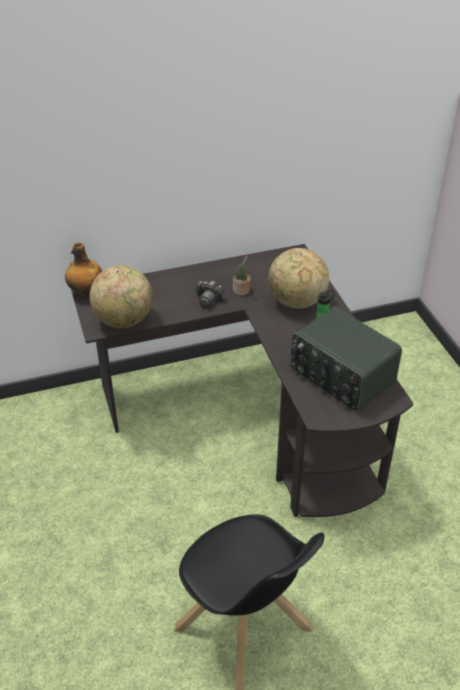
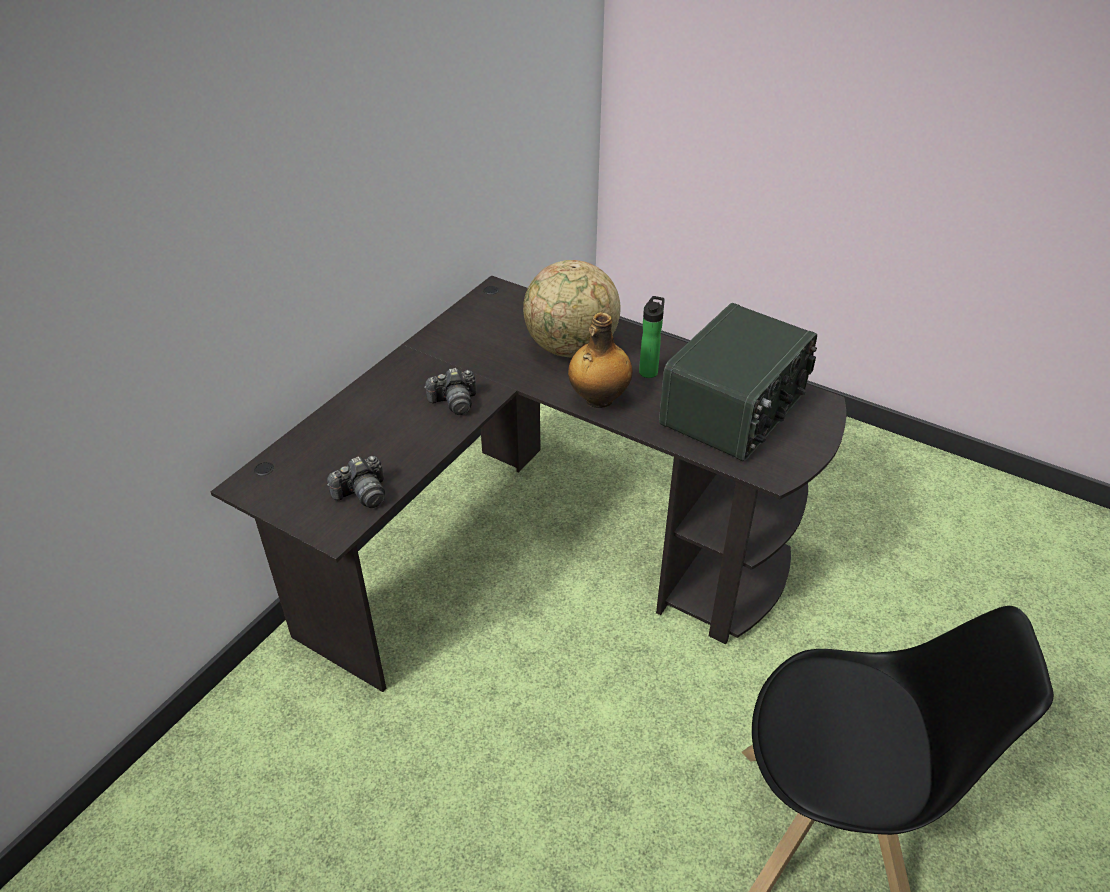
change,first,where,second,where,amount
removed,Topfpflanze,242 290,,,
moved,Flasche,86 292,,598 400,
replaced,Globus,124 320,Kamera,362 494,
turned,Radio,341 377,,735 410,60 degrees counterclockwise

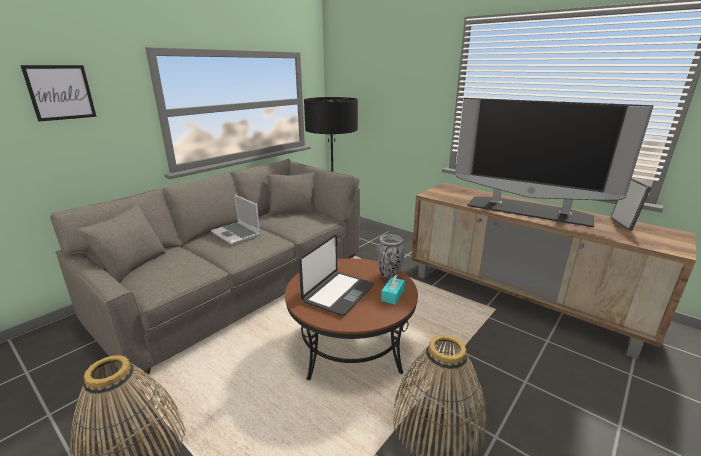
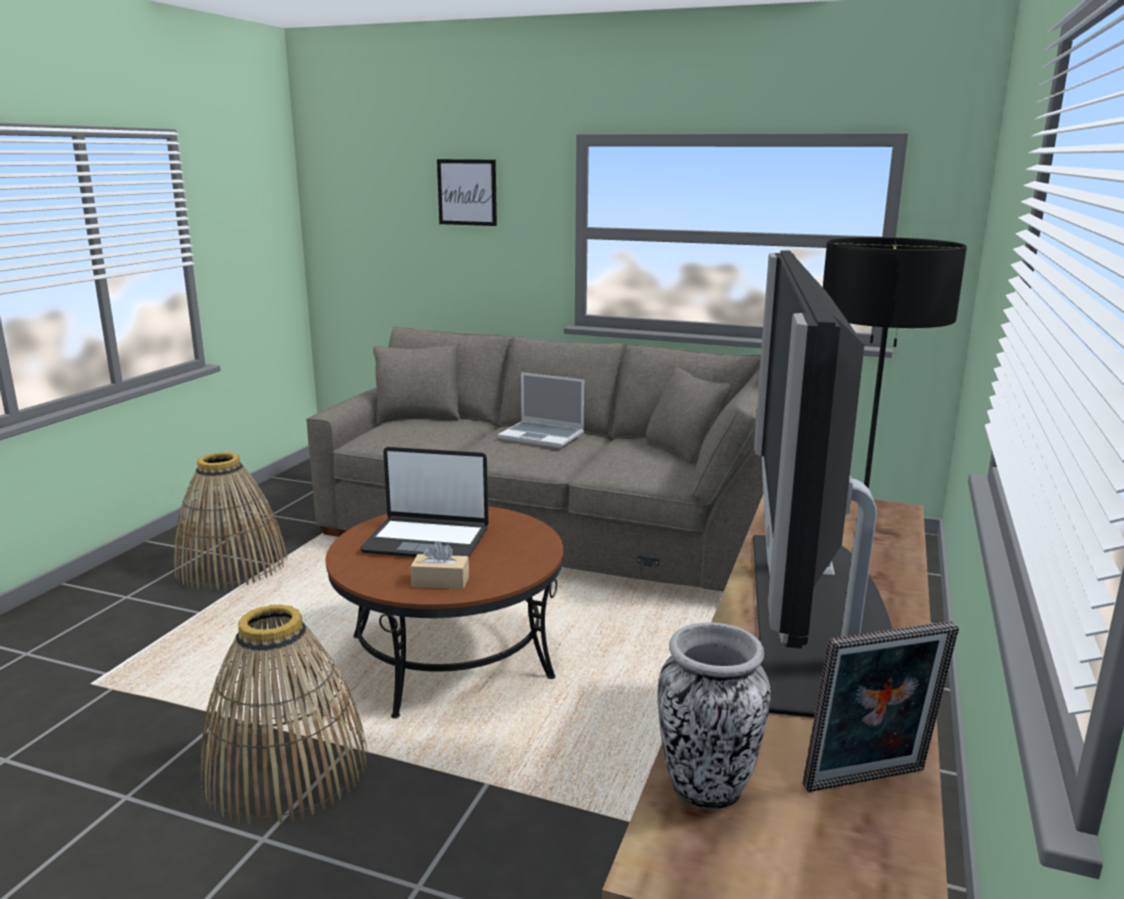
change,first,where,second,where,amount
moved,Vase,389 276,,706 789,
recoloured,Taschentuchbox [türkis],393 295,Taschentuchbox [beige],440 581,
turned,Laptop,237 234,,543 436,90 degrees counterclockwise

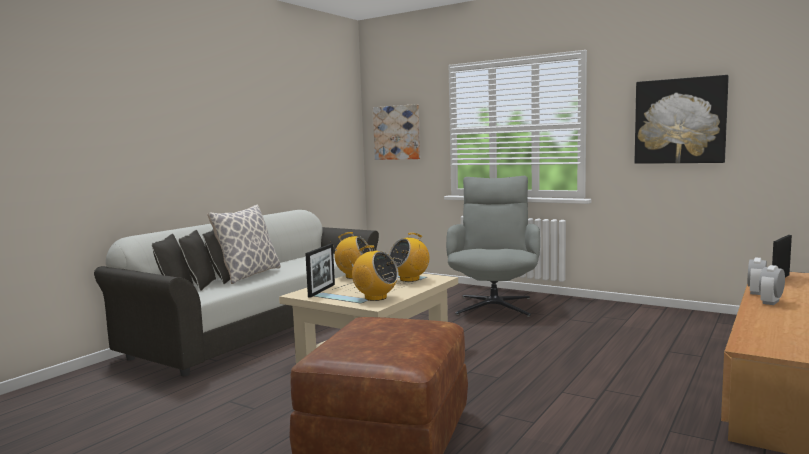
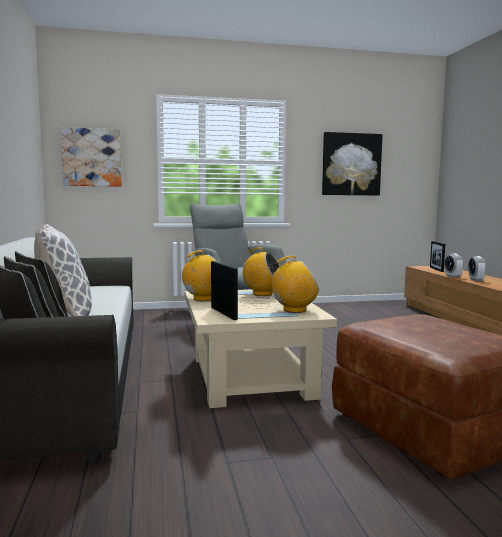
change,first,where,second,where,amount
turned,Radio,410 279,,262 294,75 degrees counterclockwise

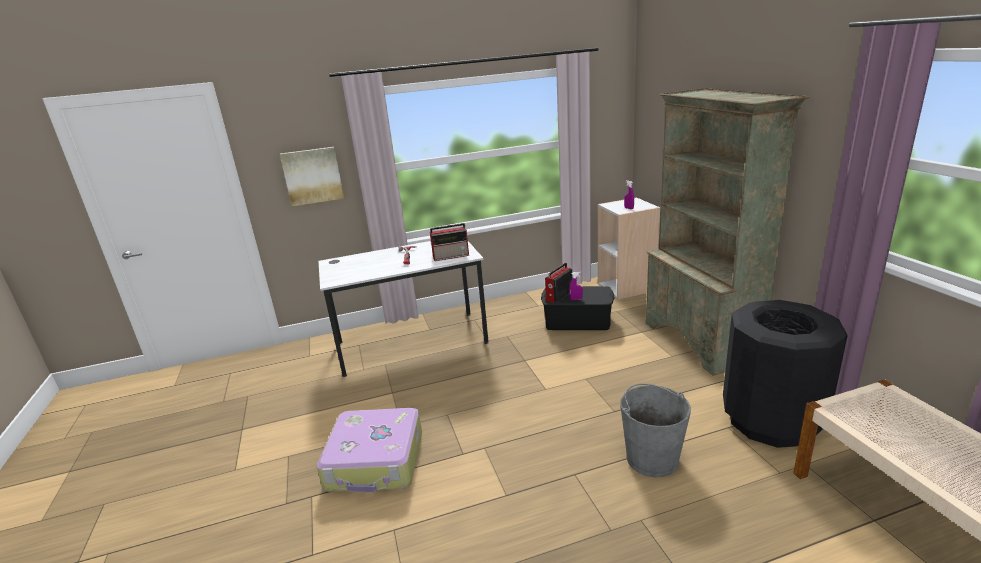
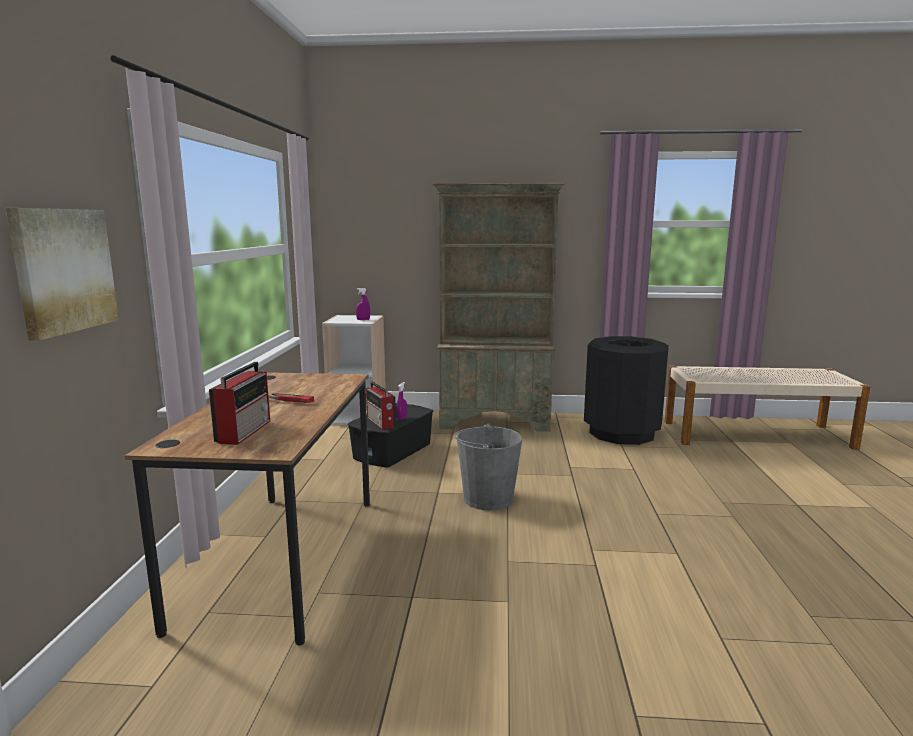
change,first,where,second,where,amount
removed,Koffer,376 461,,,
moved,Radio,452 256,,245 431,
moved,Eimer [grau],652 458,,488 498,
recoloured,Schreibtisch [weiß],411 342,Schreibtisch [braun],283 557,

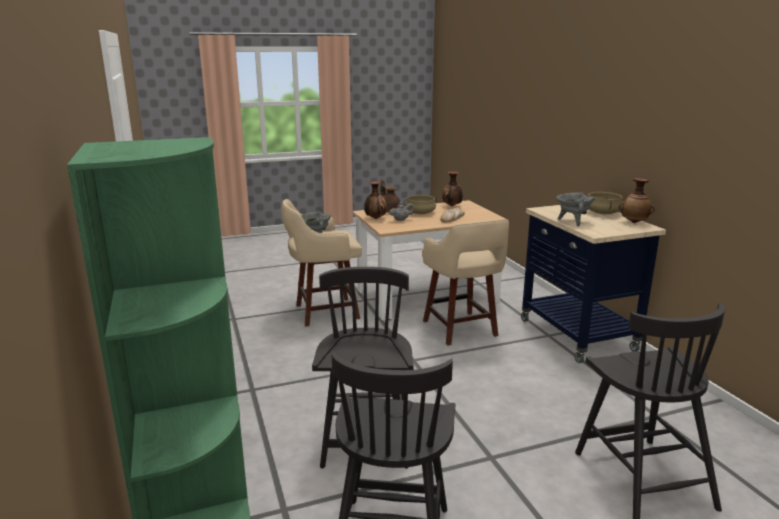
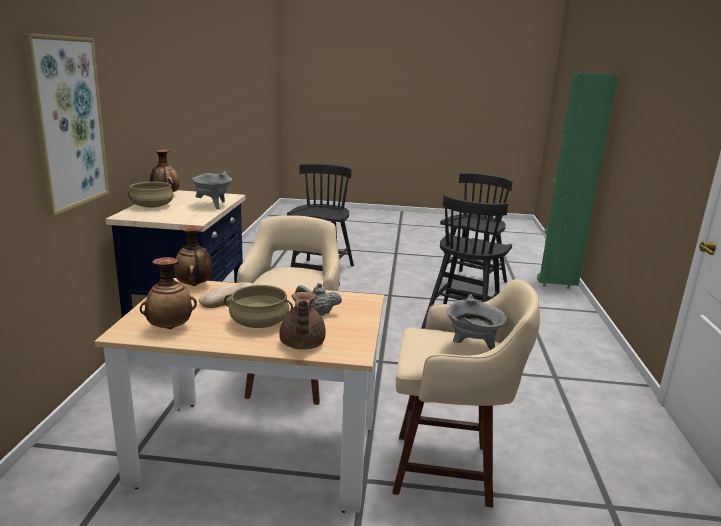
change,first,where,second,where,amount
added,,,Bild,67 123,
moved,Vase,375 218,,195 285,

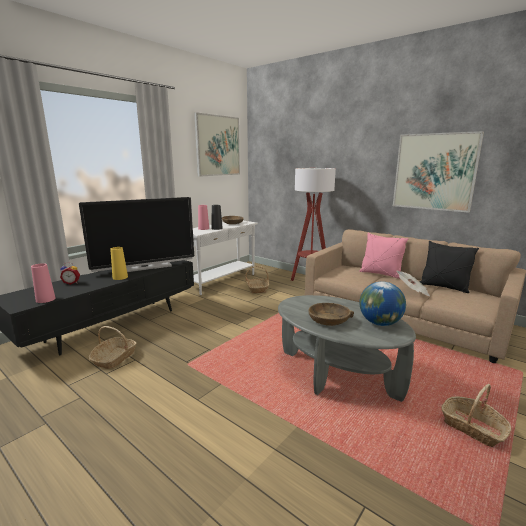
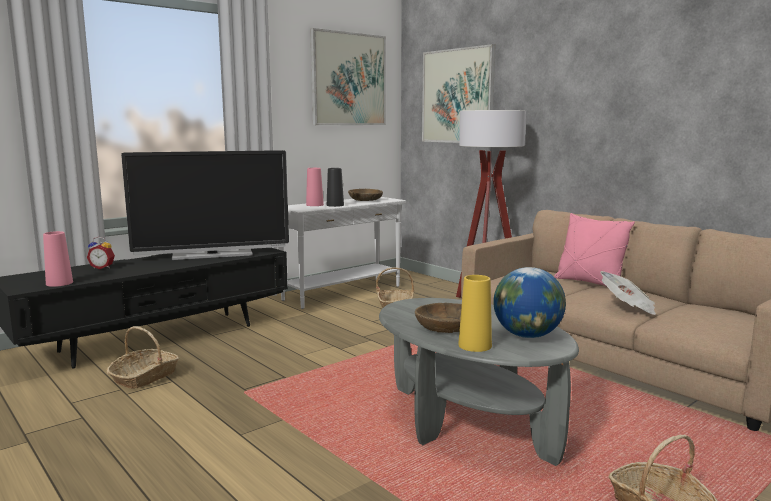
change,first,where,second,where,amount
removed,Kissen [schwarz],443 287,,,
moved,Vase [gelb],120 277,,475 345,
moved,Bild,434 172,,457 96,

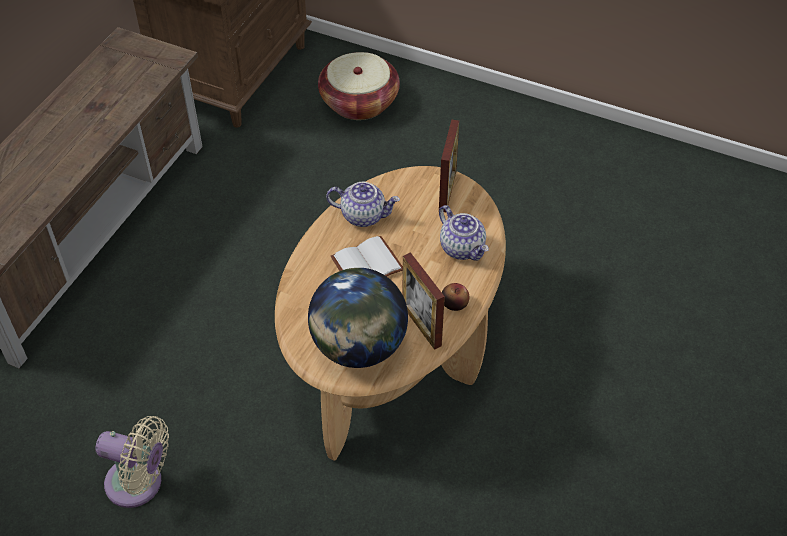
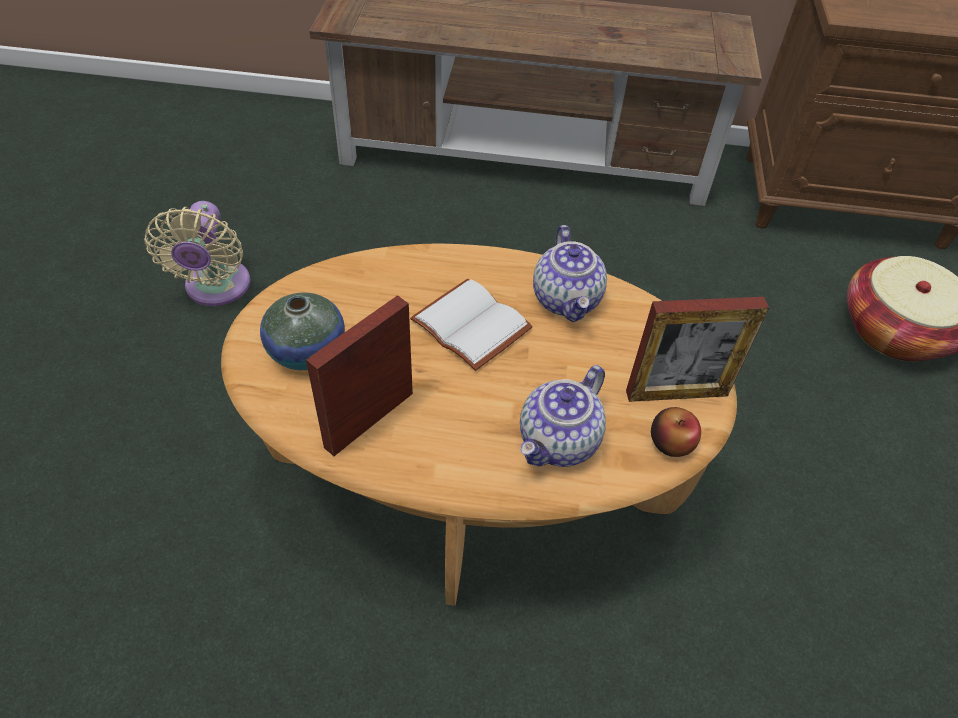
change,first,where,second,where,amount
moved,Apfel,454 303,,671 442,
replaced,Globus,358 347,Vase,307 351,

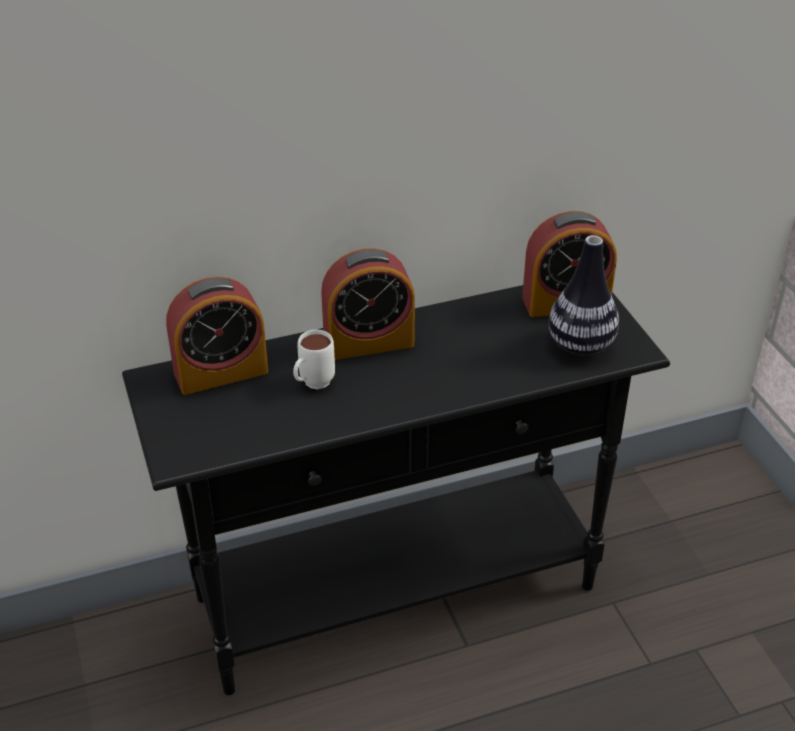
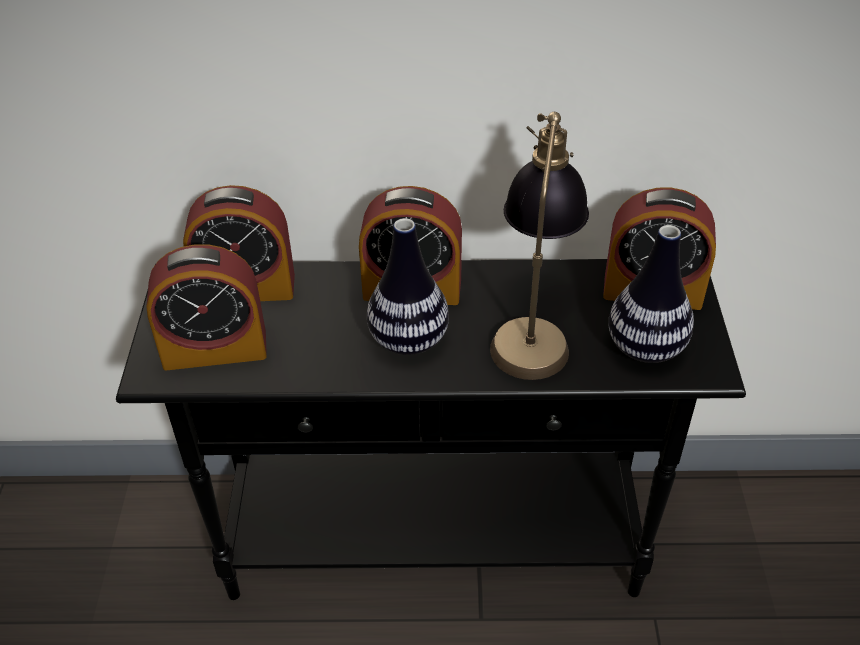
change,first,where,second,where,amount
removed,Henkelbecher [weiß],312 385,,,
added,,,Wecker,215 349,
added,,,Vase,408 340,
added,,,Tischlampe,533 325,

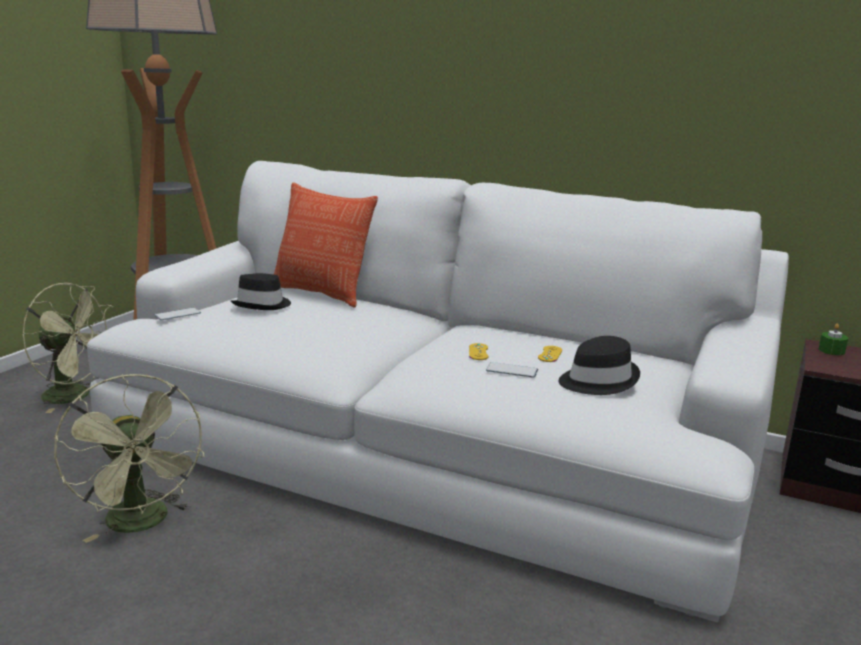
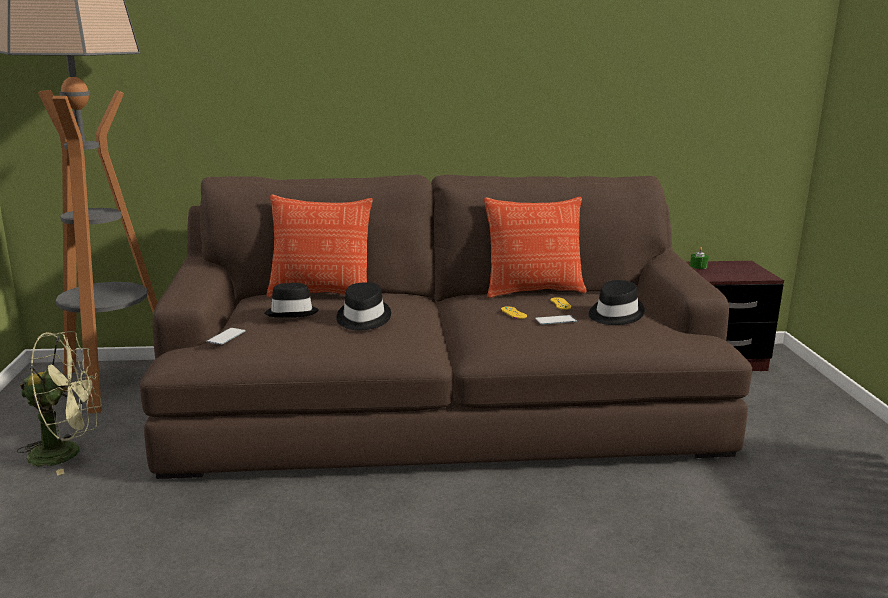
change,first,where,second,where,amount
removed,Ventilator [grün],142 524,,,
added,,,Hut [schwarz],362 318,
added,,,Kissen [orange],533 291,
recoloured,Sofa [weiß],426 447,Sofa [braun],442 406,

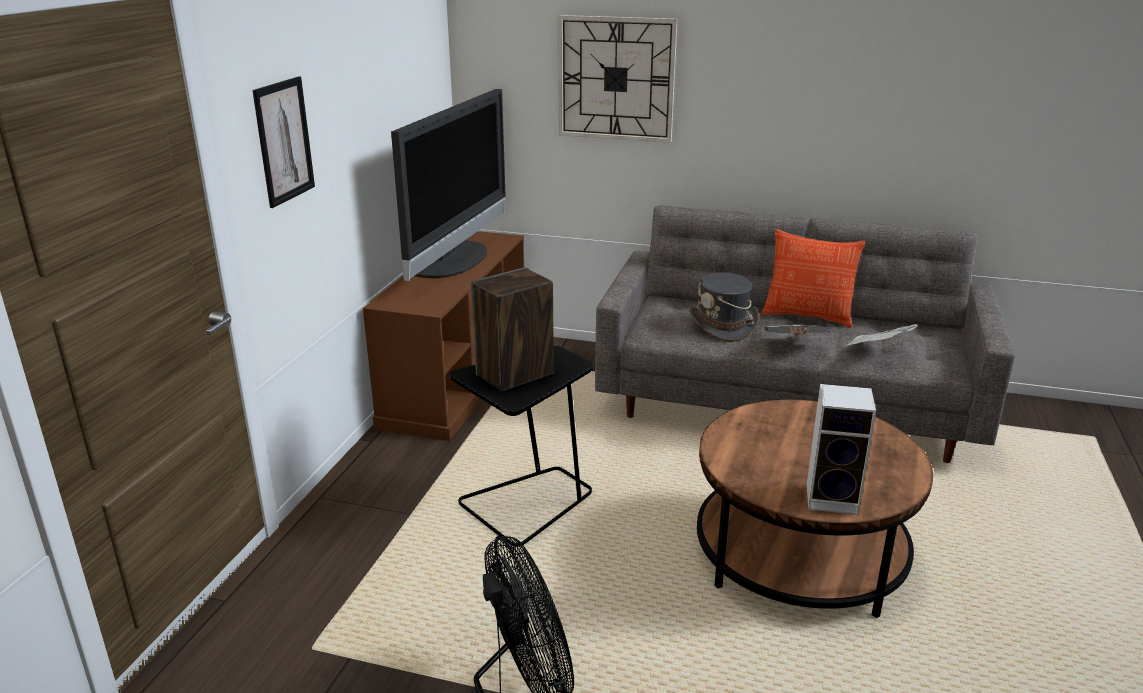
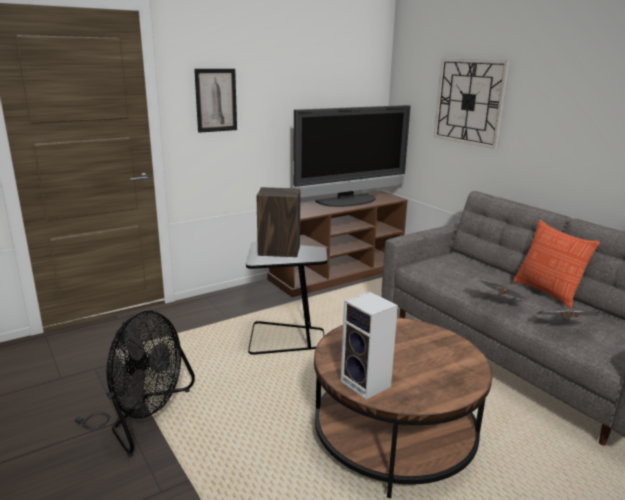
change,first,where,second,where,amount
removed,Hut [grau],722 325,,,

